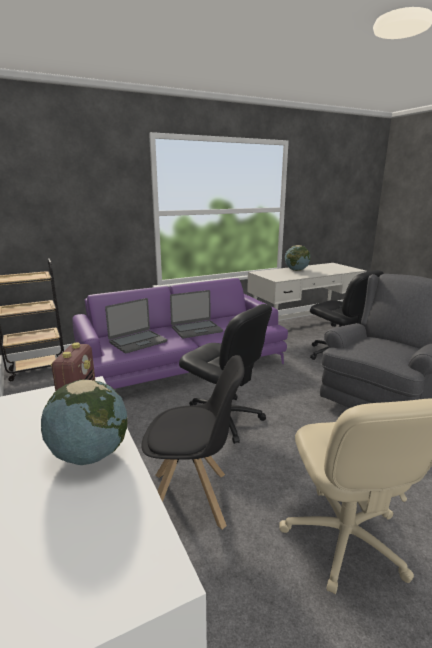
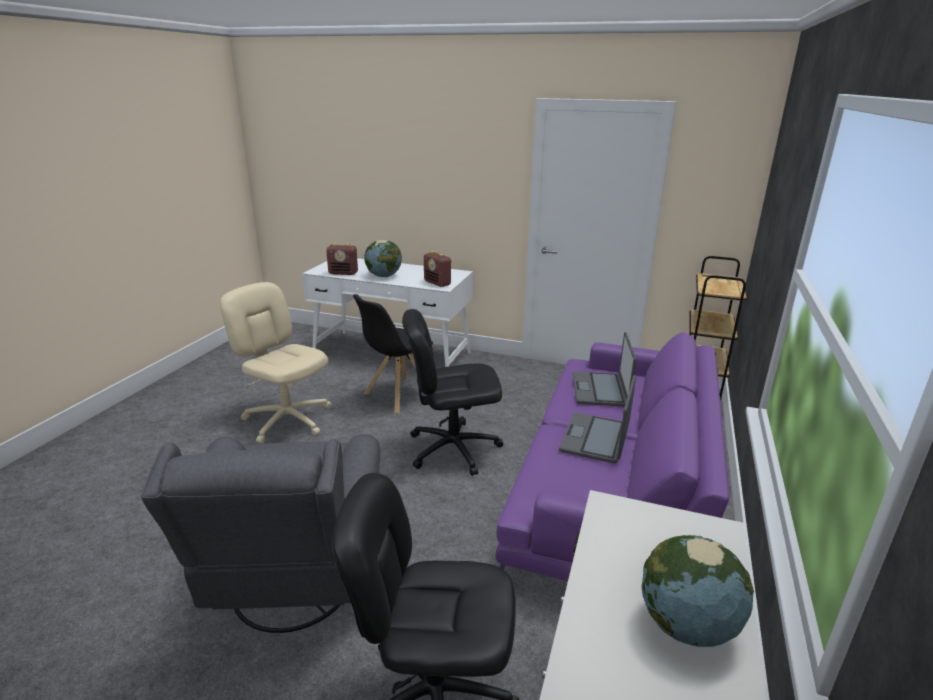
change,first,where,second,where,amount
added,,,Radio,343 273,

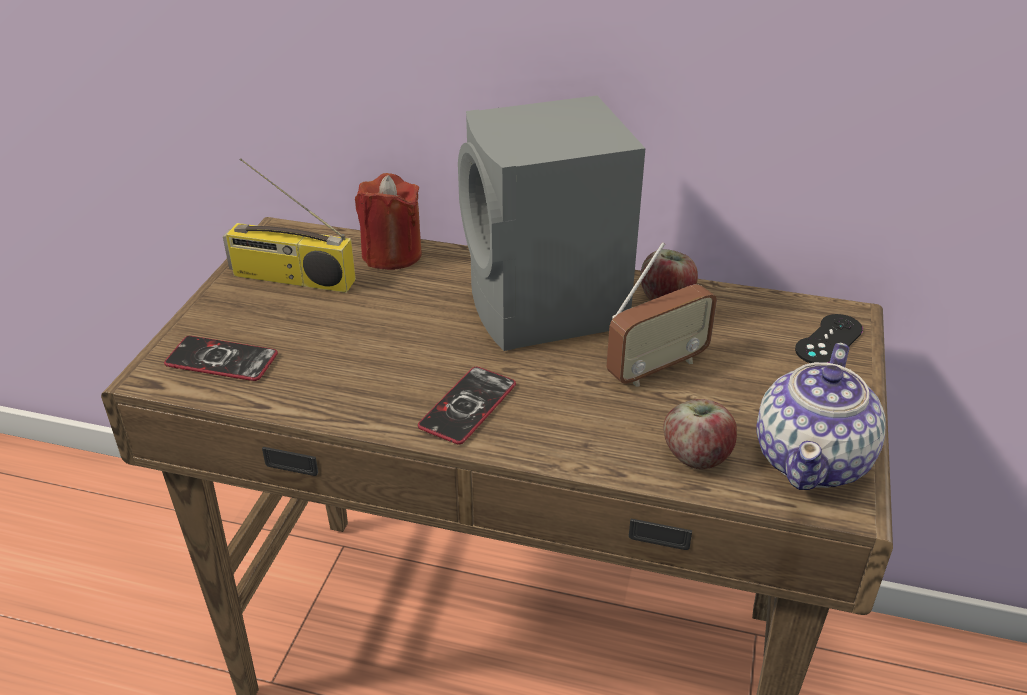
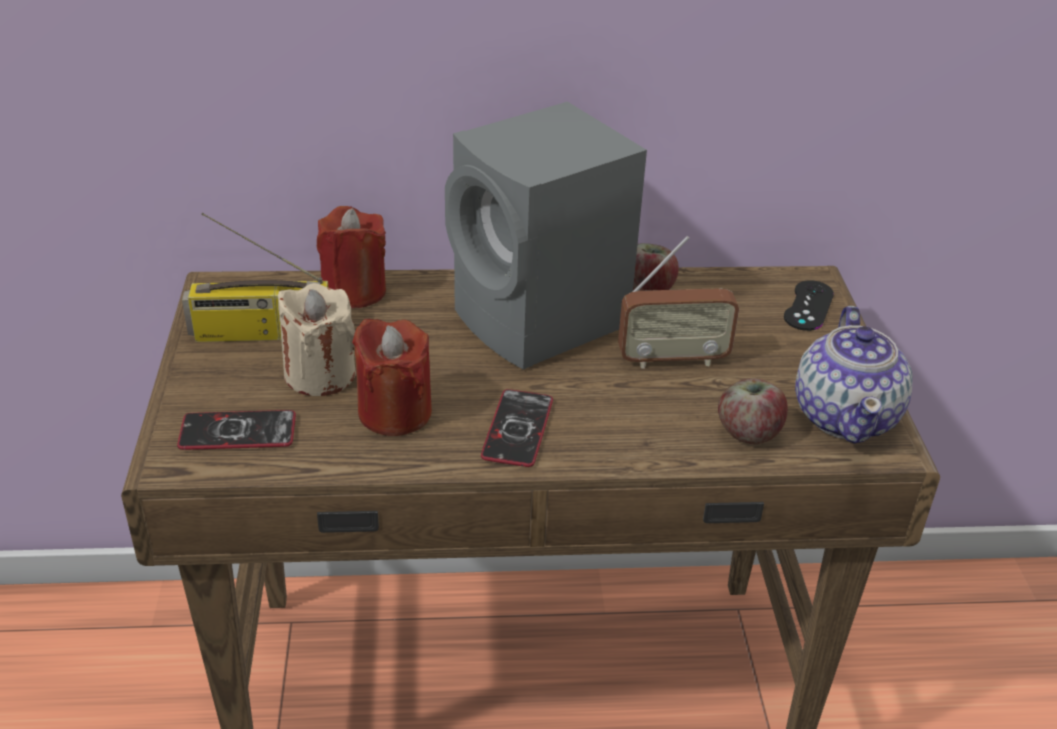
change,first,where,second,where,amount
added,,,Kerze [beige],320 374,
added,,,Kerze [rot],395 412,
turned,Radio,656 368,,672 359,45 degrees clockwise

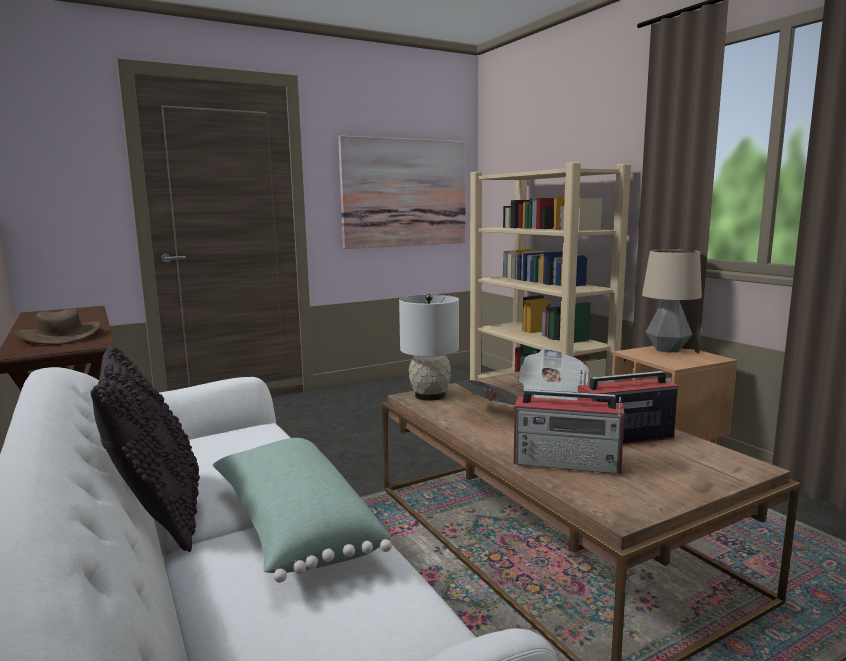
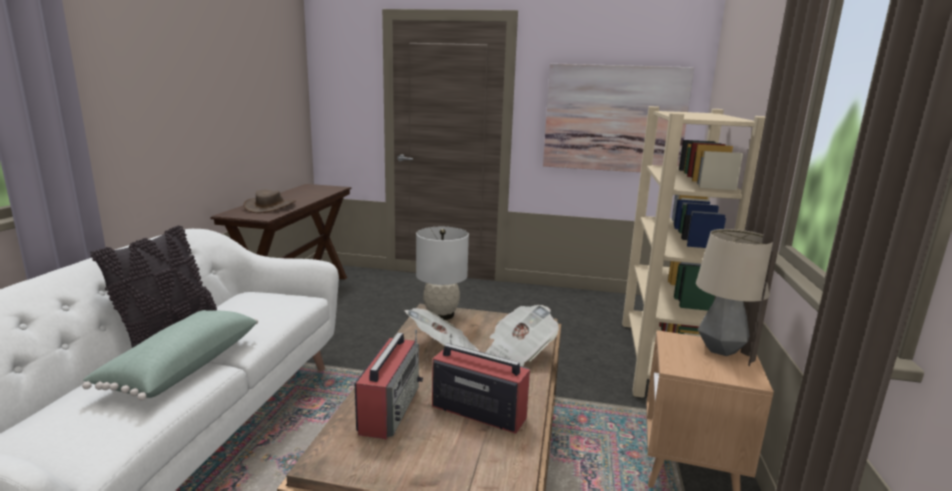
change,first,where,second,where,amount
turned,Radio,568 463,,390 408,135 degrees counterclockwise

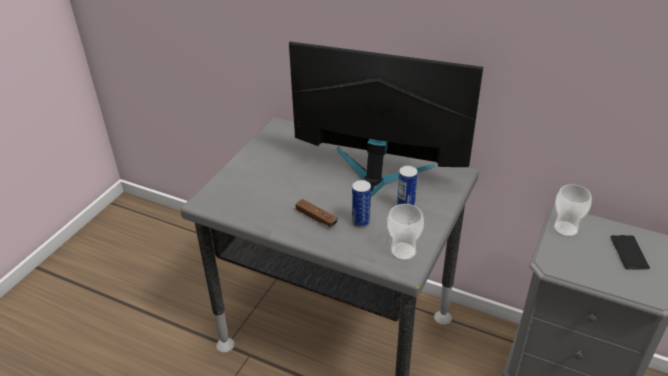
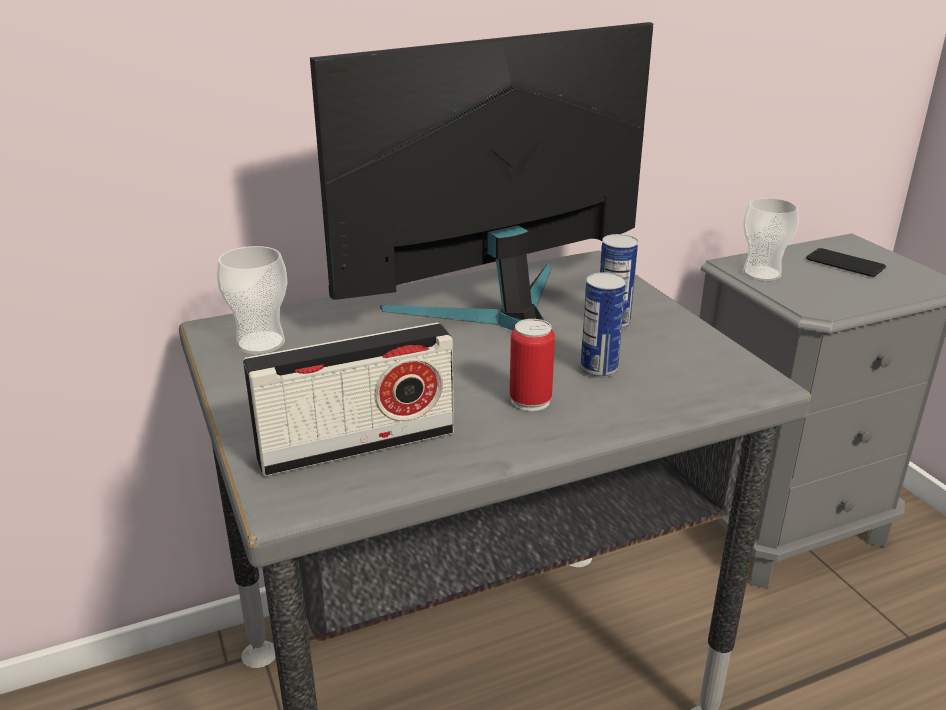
change,first,where,second,where,amount
added,,,Radio,357 445,
moved,Tasse,403 252,,260 343,
replaced,Gamepad [braun],316 218,Dose,530 400,

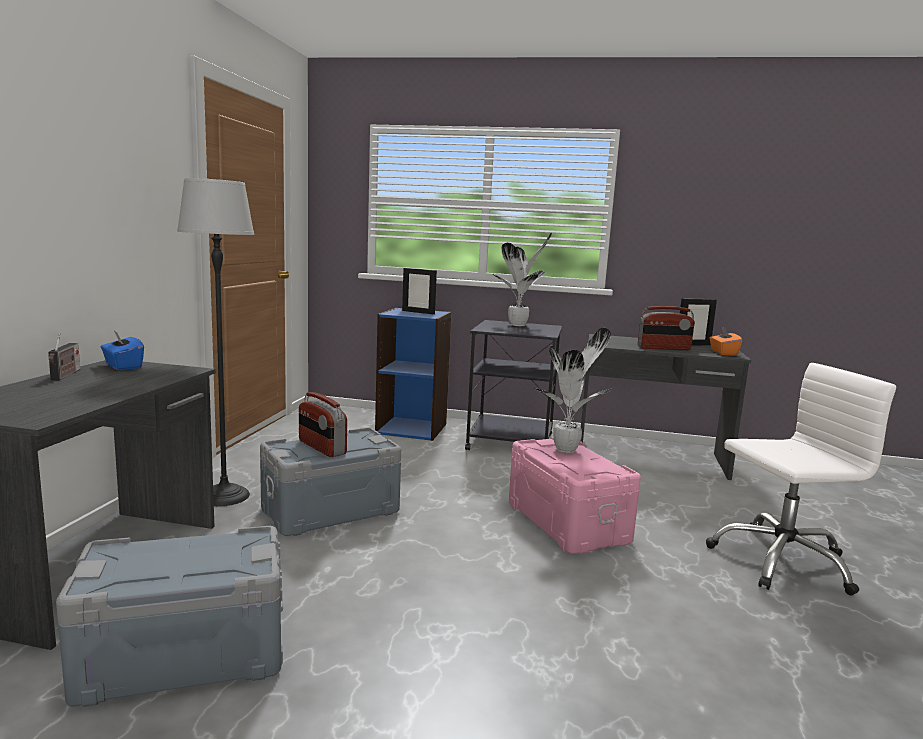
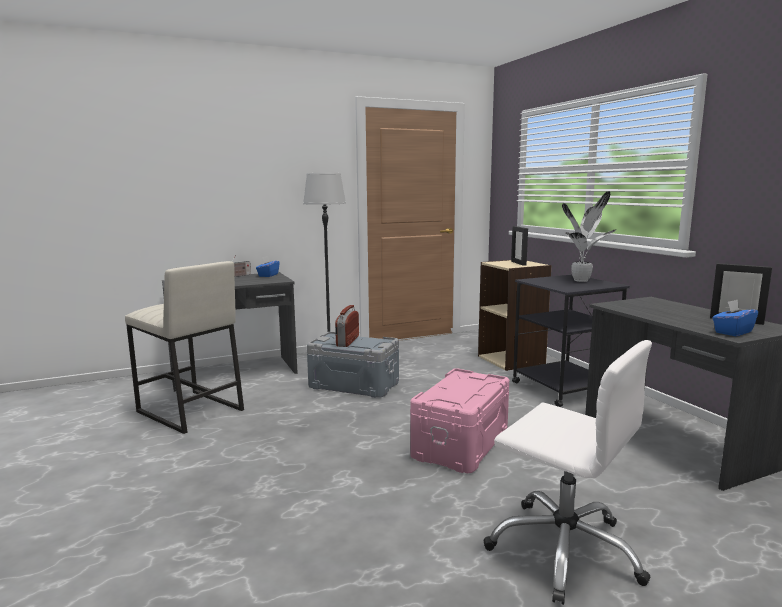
change,first,where,second,where,amount
removed,Topfpflanze,568 449,,,
removed,Radio,664 348,,,
replaced,Aufbewahrungsbox [grau],184 656,Hocker [beige],190 411,
recoloured,Bücherregal [blau],412 428,Bücherregal [beige],512 360,
recoloured,Taschentuchbox [orange],723 353,Taschentuchbox [blau],732 332,

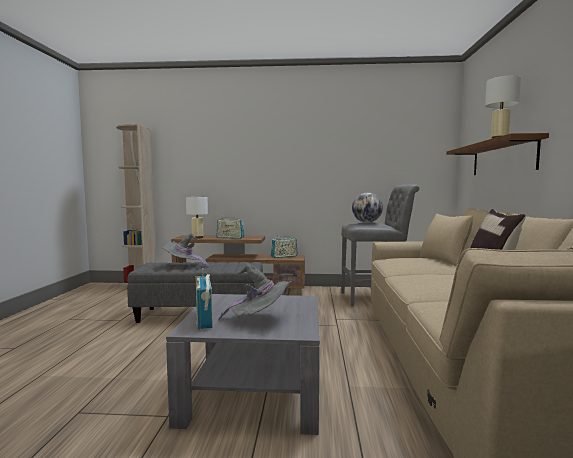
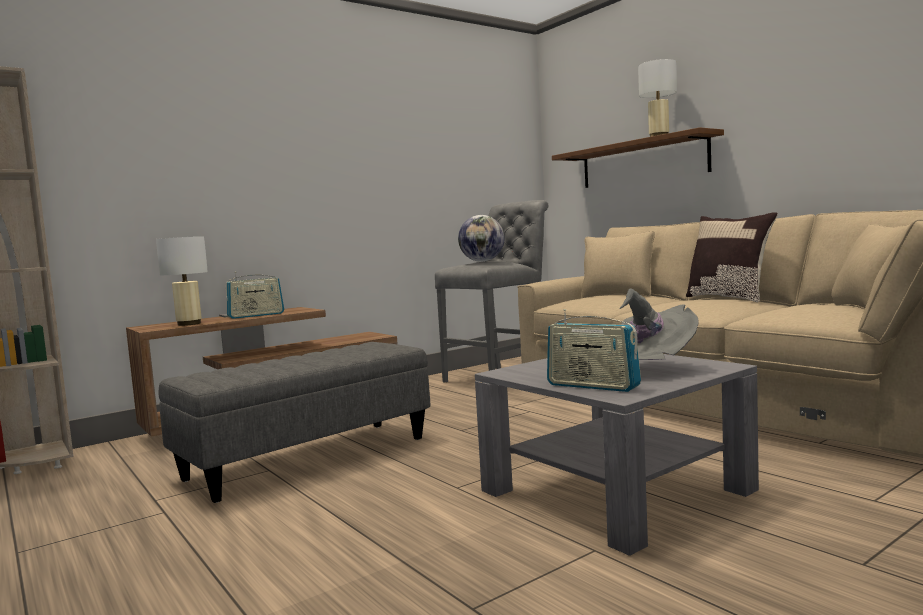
change,first,where,second,where,amount
removed,Hut [grau],184 266,,,
removed,Radio,284 256,,,

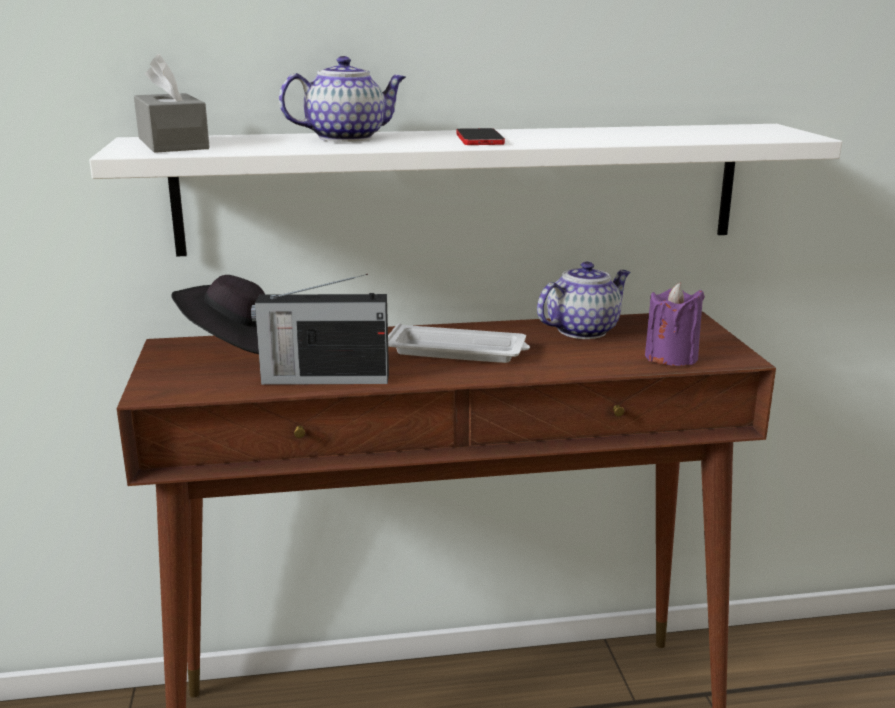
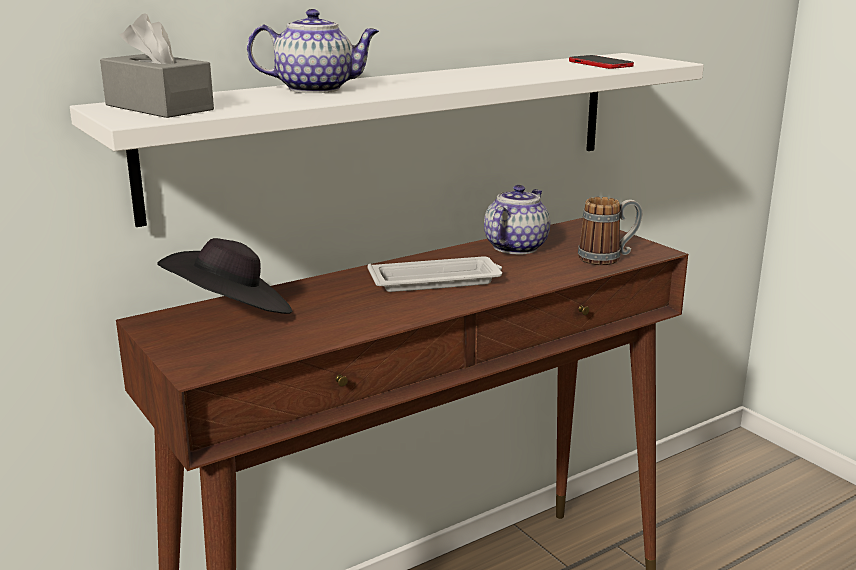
change,first,where,second,where,amount
removed,Radio,323 378,,,
moved,Handy,479 139,,600 64,
replaced,Kerze [lila],671 357,Henkelbecher,608 258,
turned,Teekanne,347 138,,317 89,45 degrees clockwise

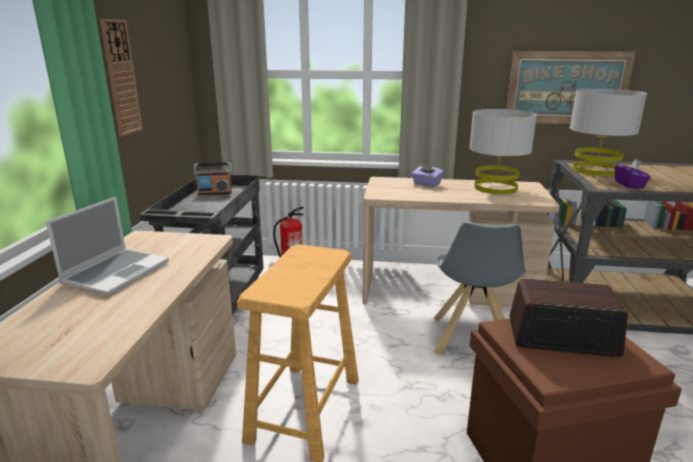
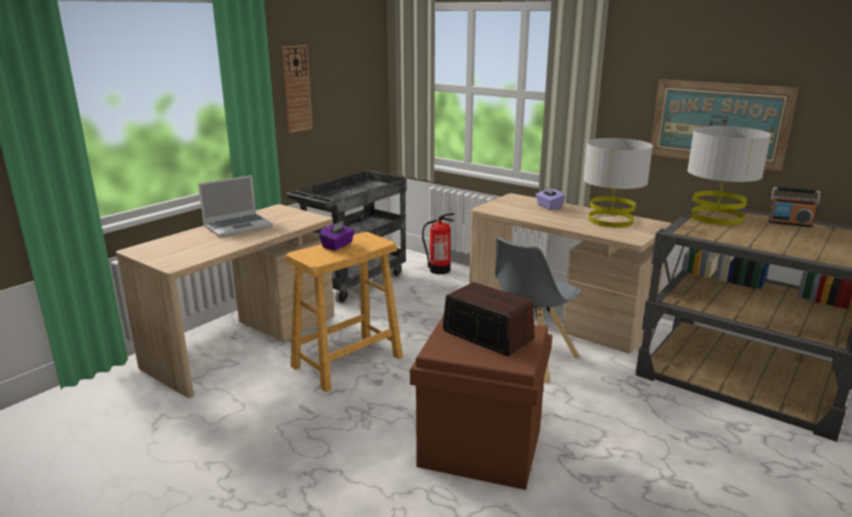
change,first,where,second,where,amount
moved,Radio,215 193,,789 223,
moved,Taschentuchbox [lila],629 185,,337 246,

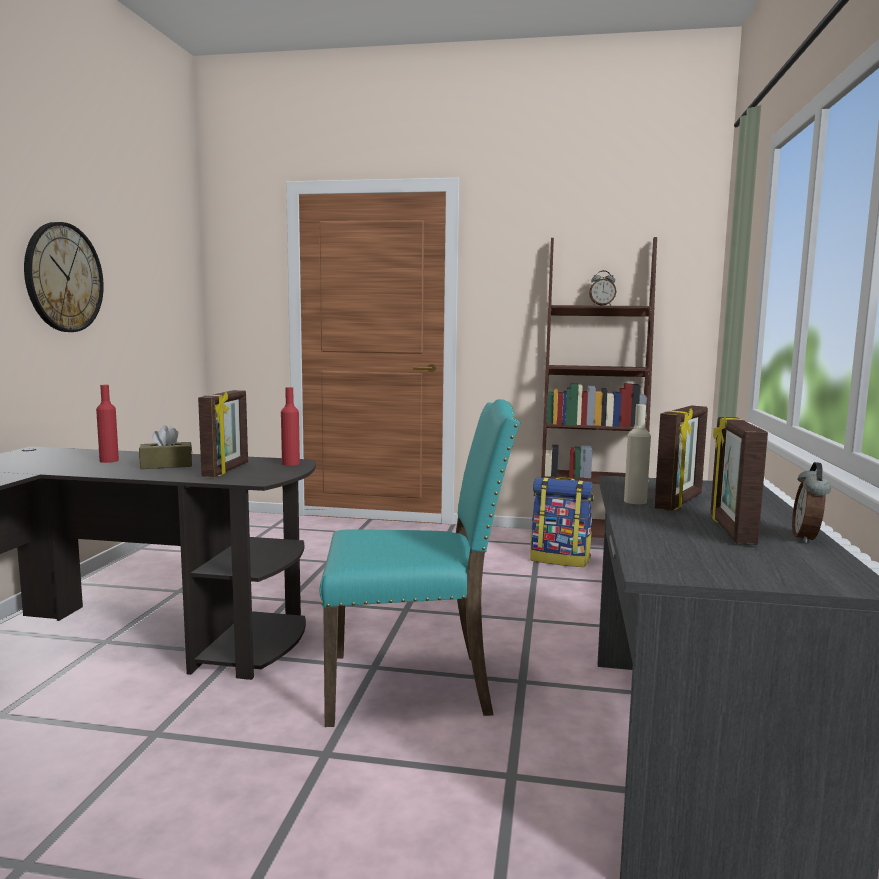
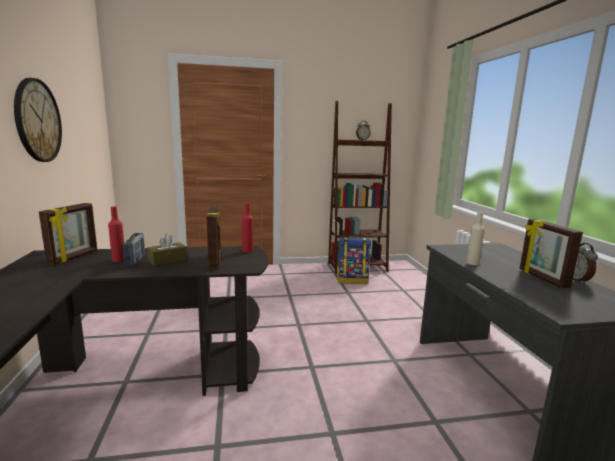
change,first,where,second,where,amount
removed,Stuhl [türkis],413 685,,,
added,,,Radio,135 260,
moved,Bilderrahmen,680 502,,74 257,

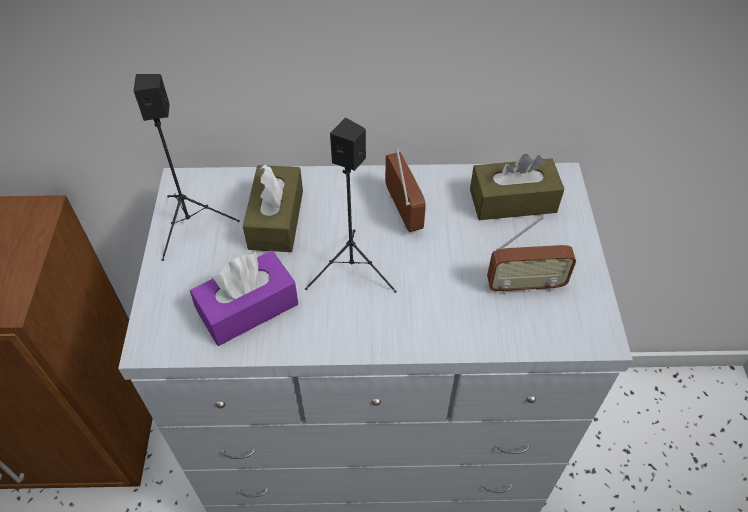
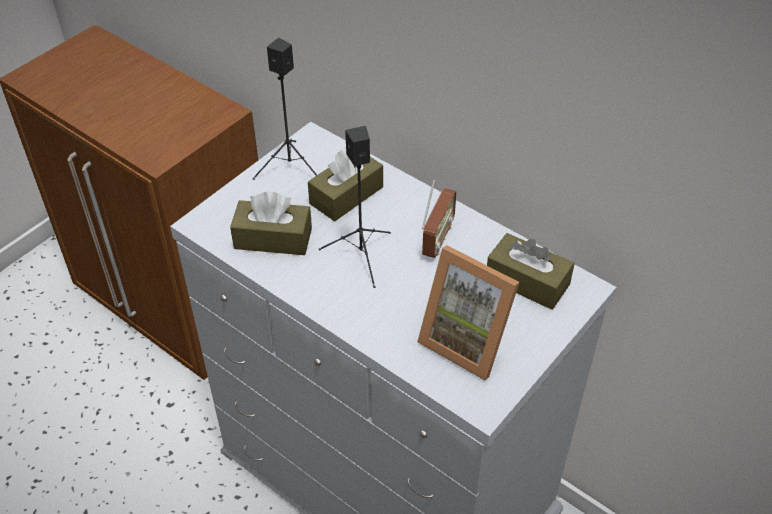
change,first,where,second,where,amount
replaced,Radio,525 285,Bilderrahmen,468 340,
recoloured,Taschentuchbox [lila],248 308,Taschentuchbox [braun],273 238,

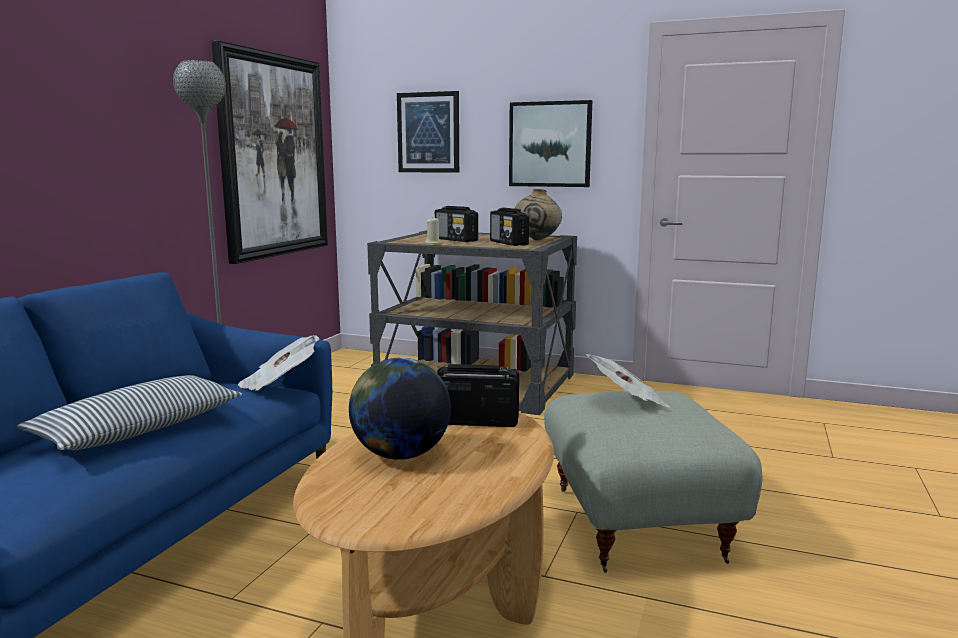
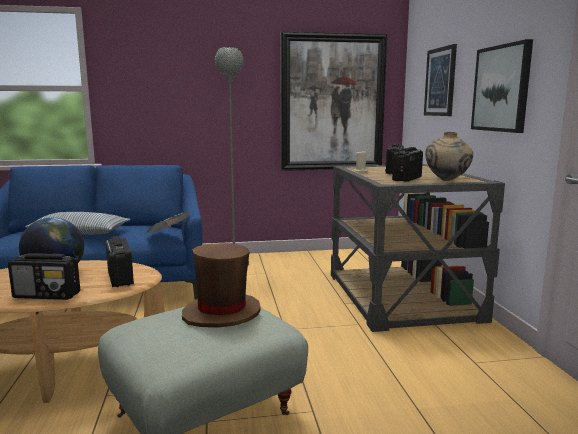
change,first,where,second,where,amount
added,,,Radio,47 295,
replaced,Zeitung,627 401,Hut [braun],221 313,

